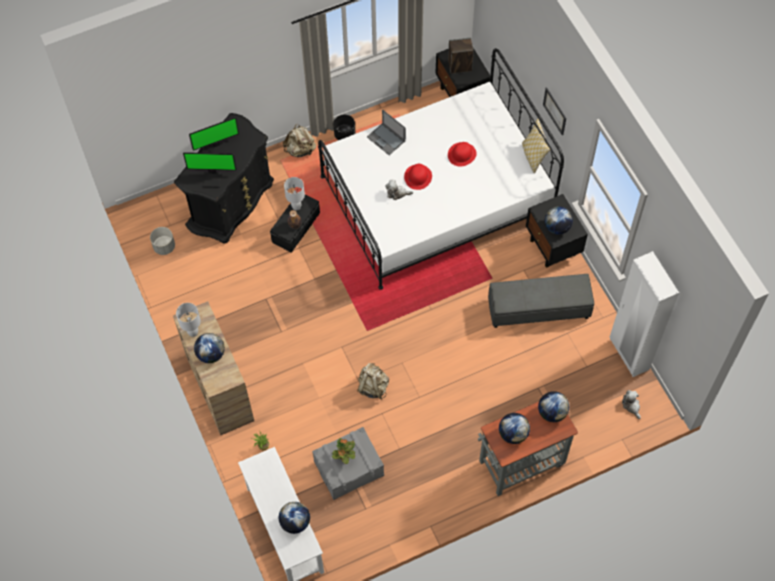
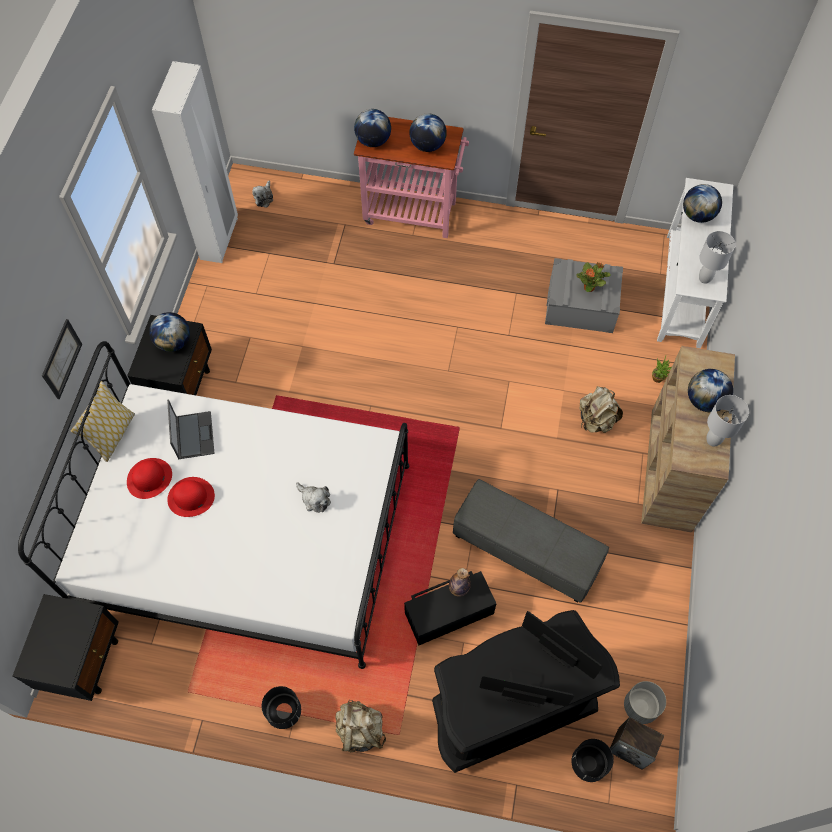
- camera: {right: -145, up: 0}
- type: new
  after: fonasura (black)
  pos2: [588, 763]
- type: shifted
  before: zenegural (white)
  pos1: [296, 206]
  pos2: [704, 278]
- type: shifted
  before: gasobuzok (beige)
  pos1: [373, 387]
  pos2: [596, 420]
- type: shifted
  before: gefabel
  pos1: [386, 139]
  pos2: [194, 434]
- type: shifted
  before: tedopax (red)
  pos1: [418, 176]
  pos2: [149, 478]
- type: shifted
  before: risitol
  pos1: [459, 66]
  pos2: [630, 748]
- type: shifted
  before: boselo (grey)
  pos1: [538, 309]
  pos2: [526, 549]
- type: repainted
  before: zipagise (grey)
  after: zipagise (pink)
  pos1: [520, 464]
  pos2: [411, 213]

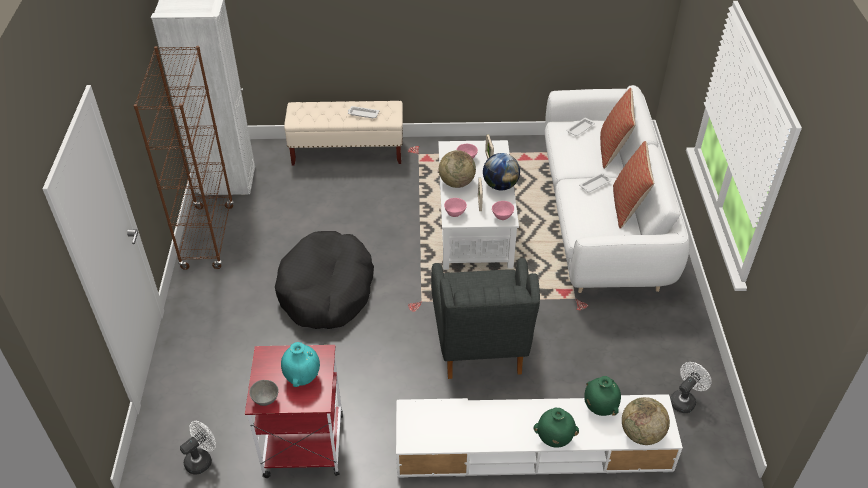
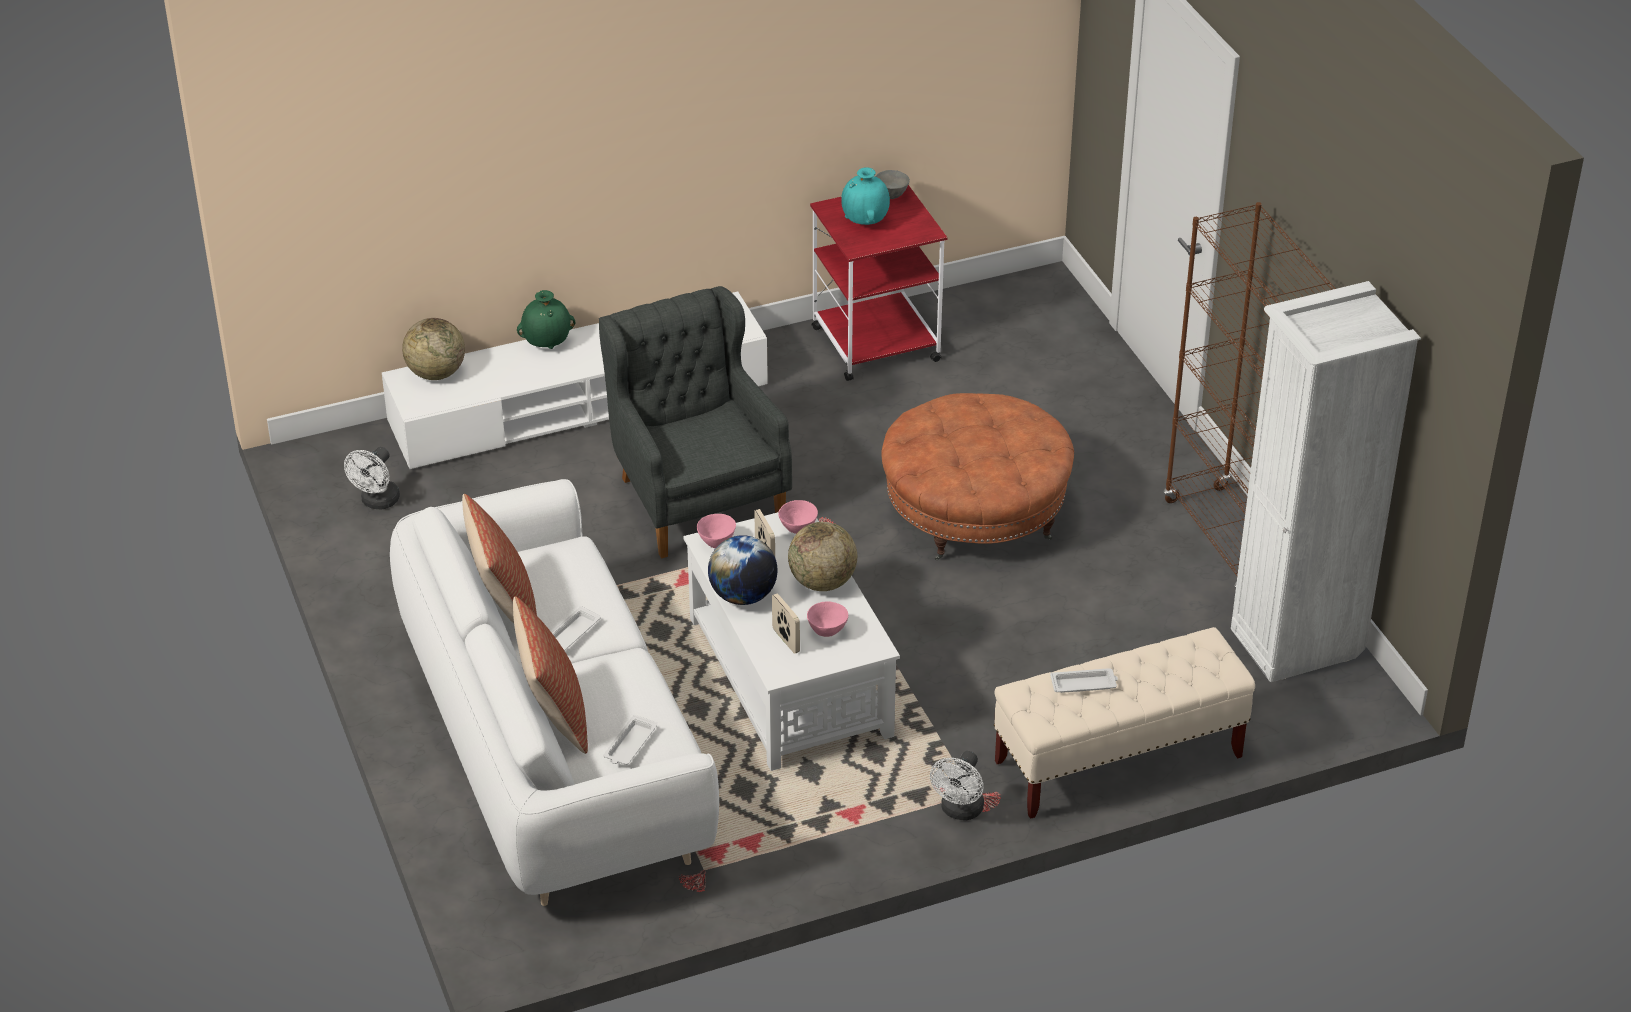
- camera: {right: 160, up: -5}
- type: gone
  before: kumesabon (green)
  pos1: [599, 407]
- type: shifted
  before: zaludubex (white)
  pos1: [202, 459]
  pos2: [959, 811]
- type: swapped
  before: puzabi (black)
  after: boselo (brown)
  pos1: [326, 290]
  pos2: [975, 513]

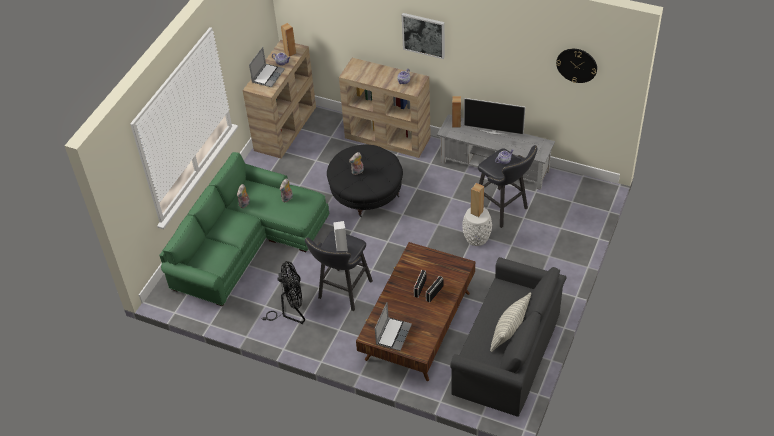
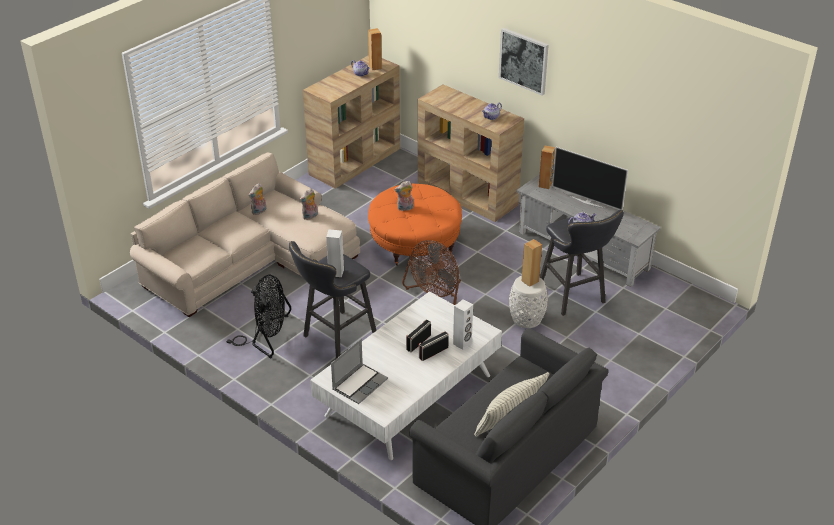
- camera: {right: 15, up: -10}
- type: gone
  before: gefabel
  pos1: [268, 76]
- type: gone
  before: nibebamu
  pos1: [576, 65]
- type: new
  after: zaludubex (brown)
  pos2: [436, 294]
- type: new
  after: risitol (white)
  pos2: [462, 343]
- type: repainted
  before: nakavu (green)
  after: nakavu (beige)
  pos1: [245, 243]
  pos2: [250, 260]
- type: repainted
  before: boselo (black)
  after: boselo (orange)
  pos1: [366, 193]
  pos2: [415, 243]
- type: repainted
  before: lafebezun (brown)
  after: lafebezun (white)
  pos1: [417, 325]
  pos2: [408, 395]

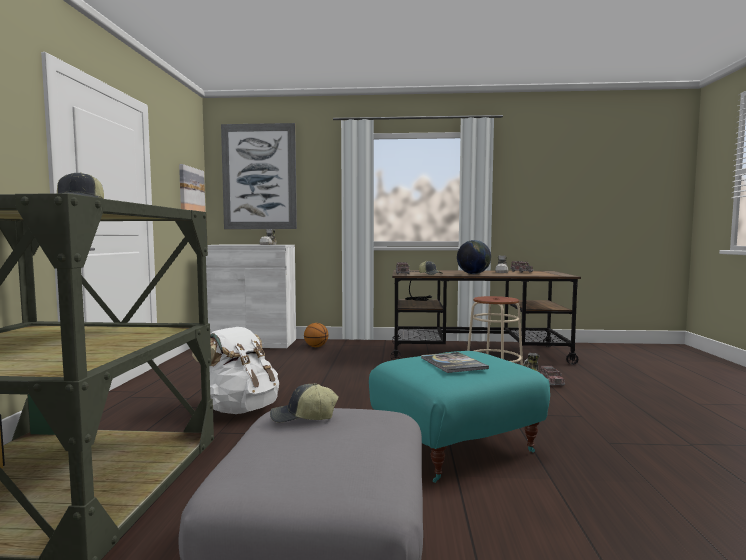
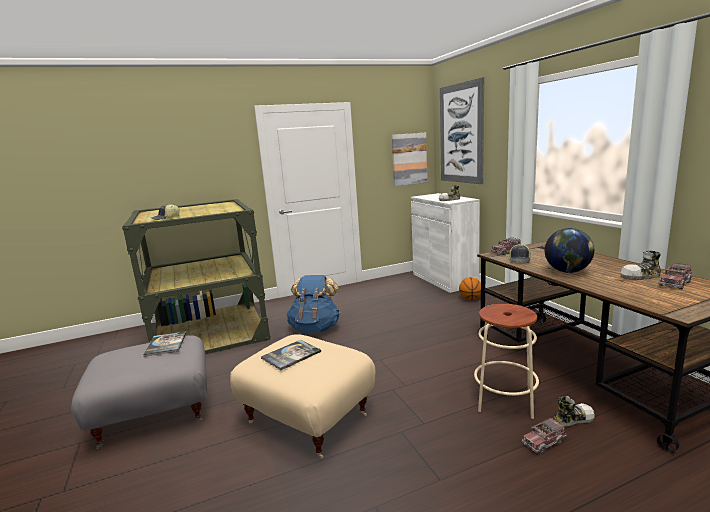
- camera: {right: 65, up: 10}
- type: swapped
  before: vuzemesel
  after: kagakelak
  pos1: [303, 417]
  pos2: [166, 344]
- type: repainted
  before: gasobuzok (white)
  after: gasobuzok (blue)
  pos1: [240, 409]
  pos2: [315, 328]
- type: repainted
  before: boselo (turquoise)
  after: boselo (beige)
  pos1: [455, 446]
  pos2: [309, 418]

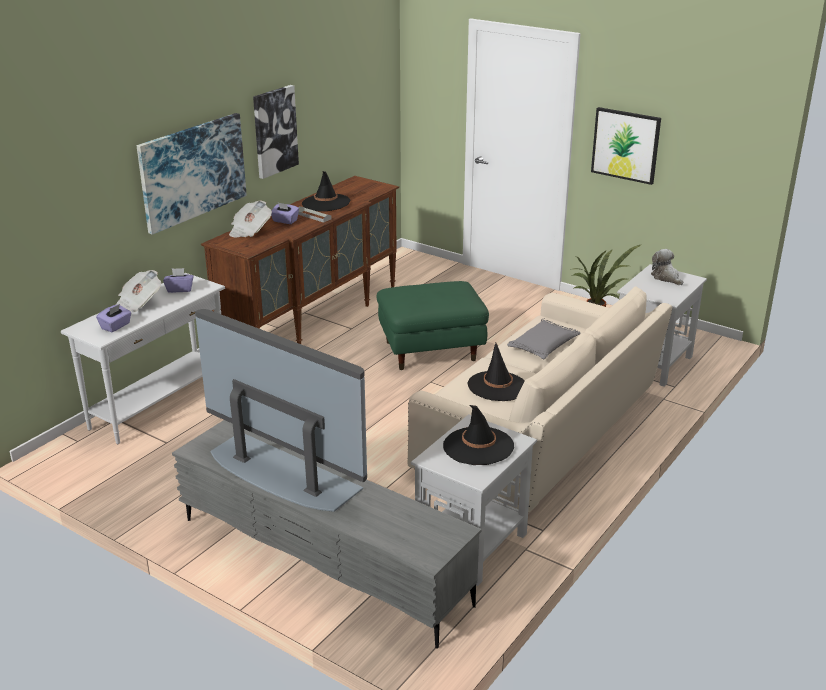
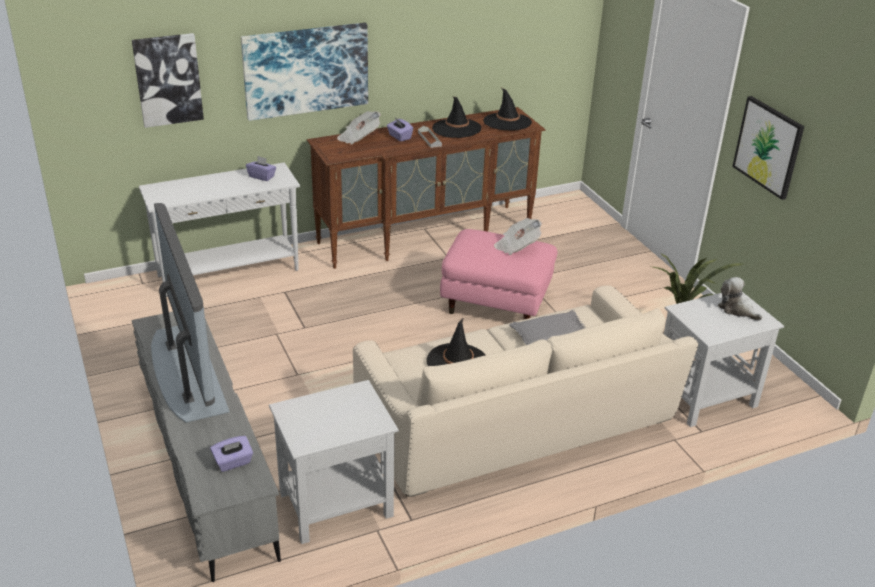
- camera: {right: 30, up: 5}
- type: shifted
  before: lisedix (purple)
  pos1: [116, 326]
  pos2: [233, 462]
- type: shifted
  before: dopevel
  pos1: [138, 303]
  pos2: [517, 247]
- type: shifted
  before: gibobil
  pos1: [274, 131]
  pos2: [168, 79]
- type: shifted
  before: tedopax (black)
  pos1: [478, 446]
  pos2: [507, 122]
- type: repainted
  before: boselo (green)
  after: boselo (pink)
  pos1: [432, 351]
  pos2: [497, 305]
- type: rotated
  before: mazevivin
  pos1: [666, 277]
  pos2: [736, 309]
  turn: -45

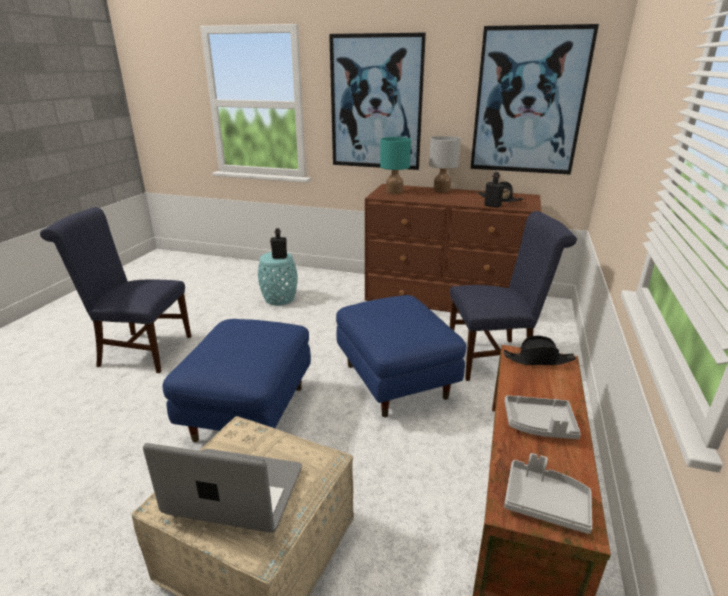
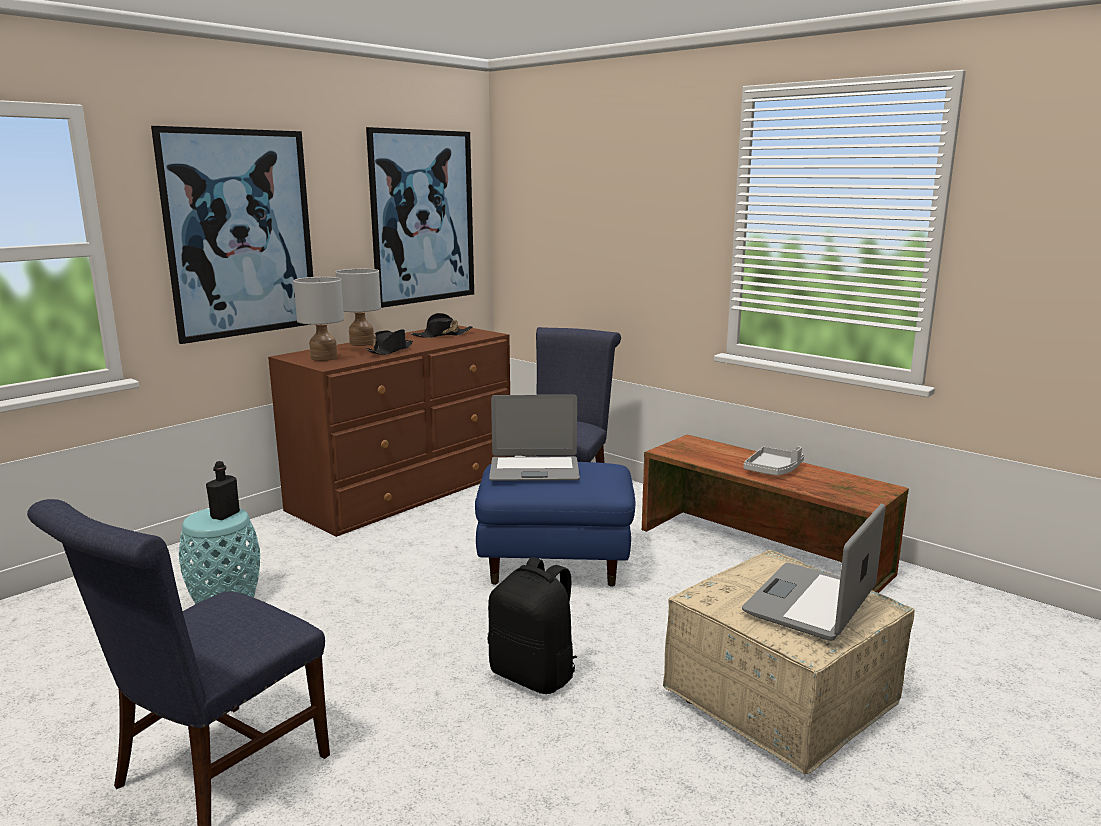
- camera: {right: -65, up: -10}
- type: gone
  before: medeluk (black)
  pos1: [492, 205]
- type: gone
  before: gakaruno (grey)
  pos1: [545, 503]
- type: new
  after: gefabel
  pos2: [534, 470]
- type: shifted
  before: tedopax (black)
  pos1: [538, 359]
  pos2: [390, 350]
- type: swapped
  before: boselo (blue)
  after: gasobuzok (black)
  pos1: [249, 414]
  pos2: [534, 675]
- type: repainted
  before: zenegural (turquoise)
  after: zenegural (grey)
  pos1: [394, 192]
  pos2: [323, 358]

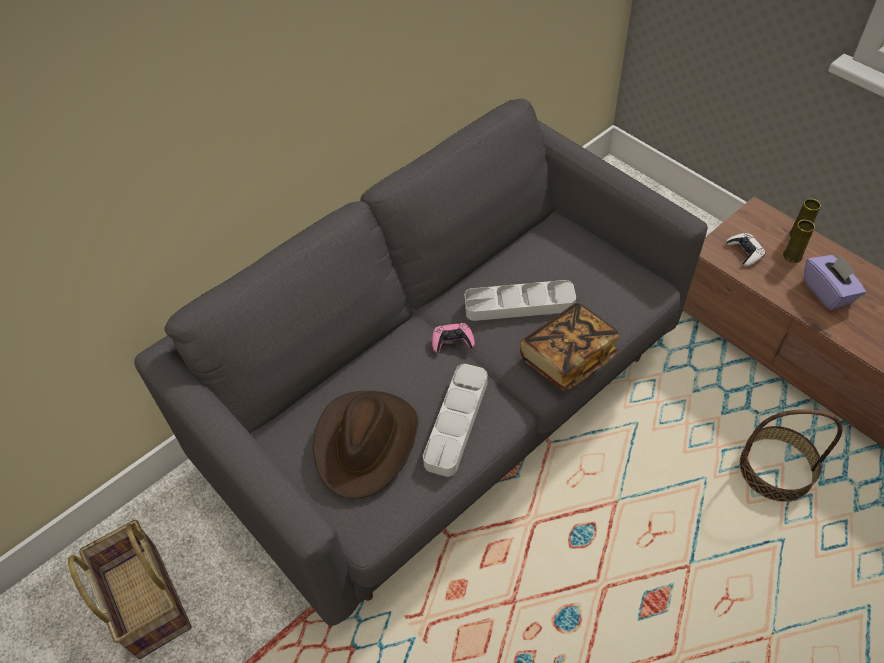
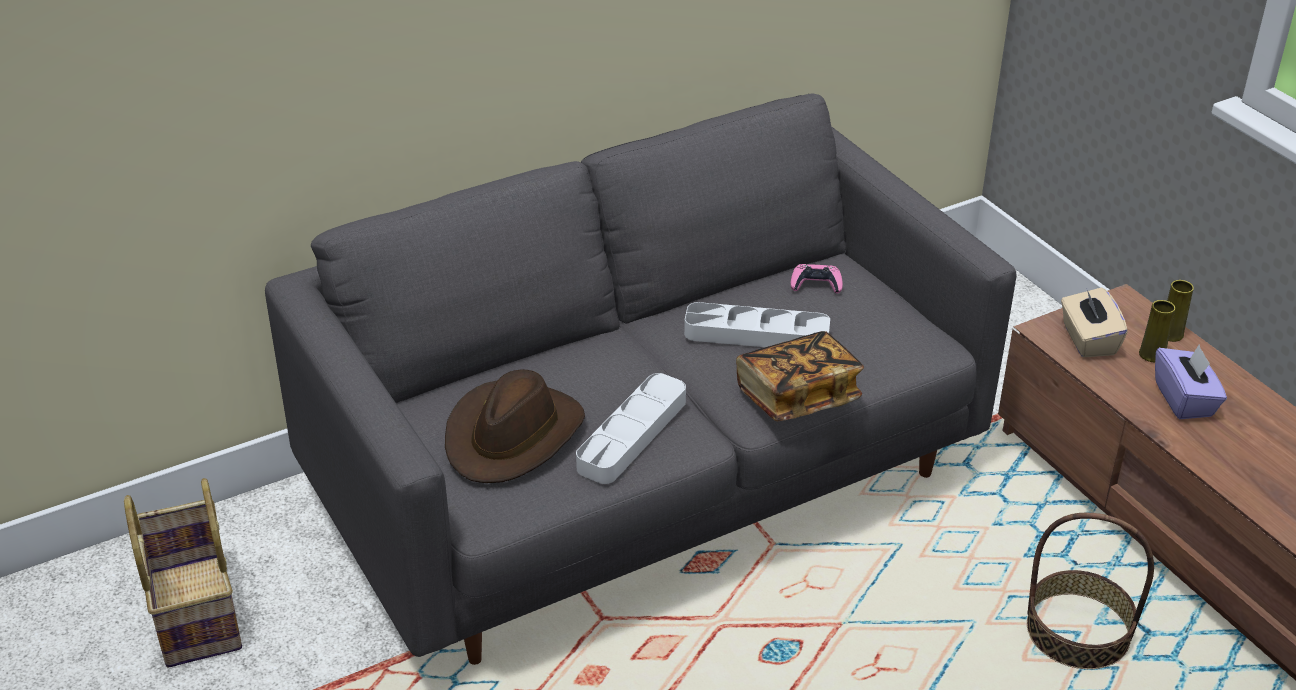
- camera: {right: 10, up: -15}
- type: shifted
  before: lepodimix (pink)
  pos1: [452, 341]
  pos2: [816, 284]
- type: swapped
  before: lepodimix (white)
  after: lisedix (beige)
  pos1: [745, 252]
  pos2: [1088, 340]

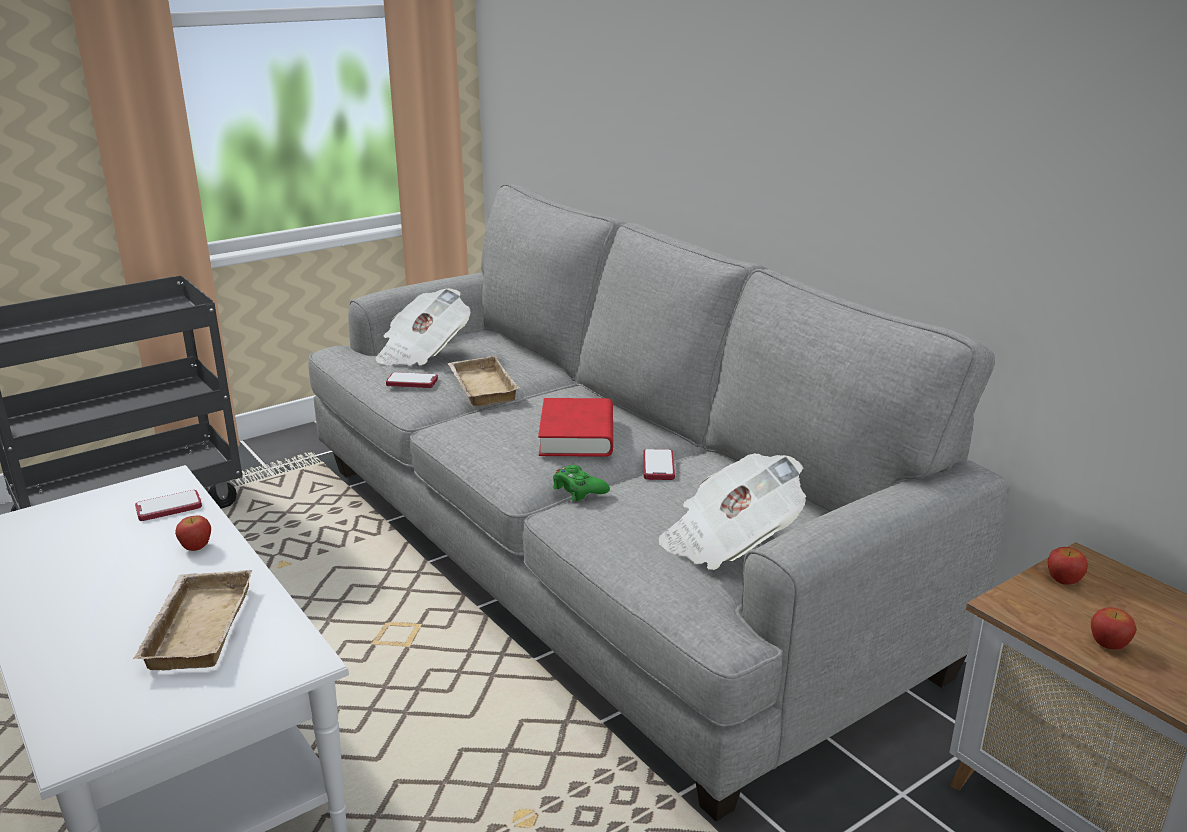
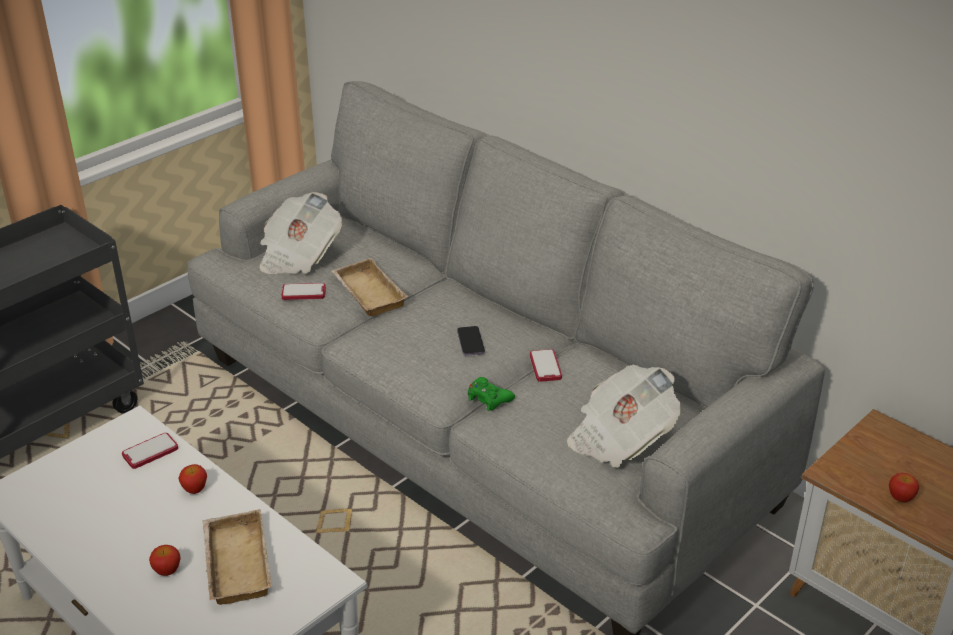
- camera: {right: -10, up: 10}
- type: shifted
  before: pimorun
  pos1: [1063, 580]
  pos2: [167, 570]
- type: swapped
  before: kagakelak (red)
  after: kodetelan
  pos1: [577, 436]
  pos2: [470, 342]

